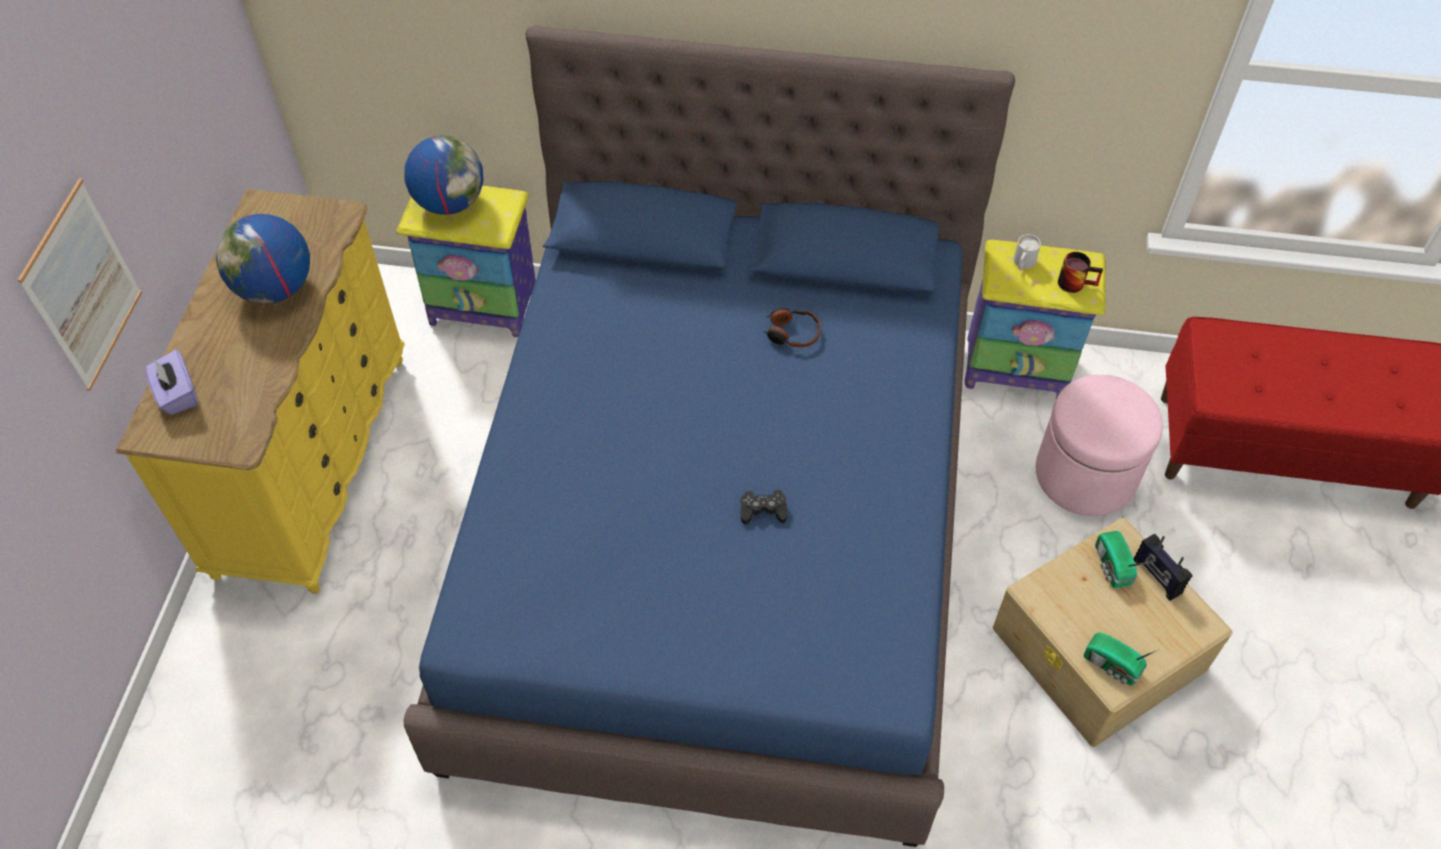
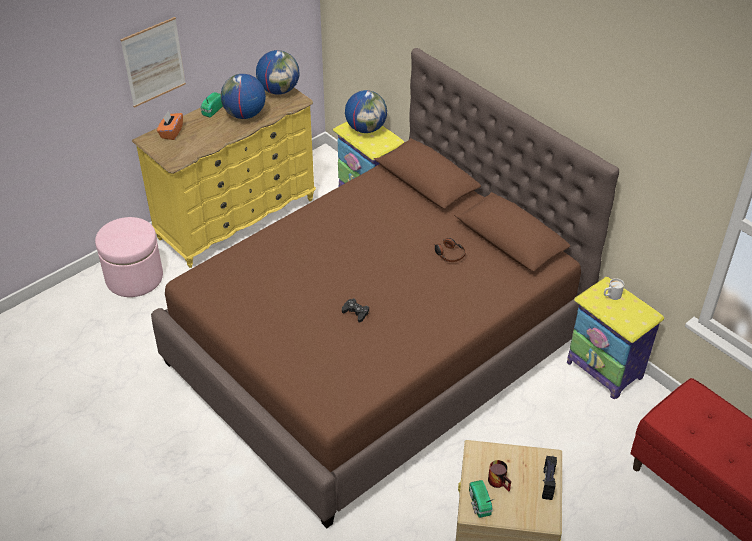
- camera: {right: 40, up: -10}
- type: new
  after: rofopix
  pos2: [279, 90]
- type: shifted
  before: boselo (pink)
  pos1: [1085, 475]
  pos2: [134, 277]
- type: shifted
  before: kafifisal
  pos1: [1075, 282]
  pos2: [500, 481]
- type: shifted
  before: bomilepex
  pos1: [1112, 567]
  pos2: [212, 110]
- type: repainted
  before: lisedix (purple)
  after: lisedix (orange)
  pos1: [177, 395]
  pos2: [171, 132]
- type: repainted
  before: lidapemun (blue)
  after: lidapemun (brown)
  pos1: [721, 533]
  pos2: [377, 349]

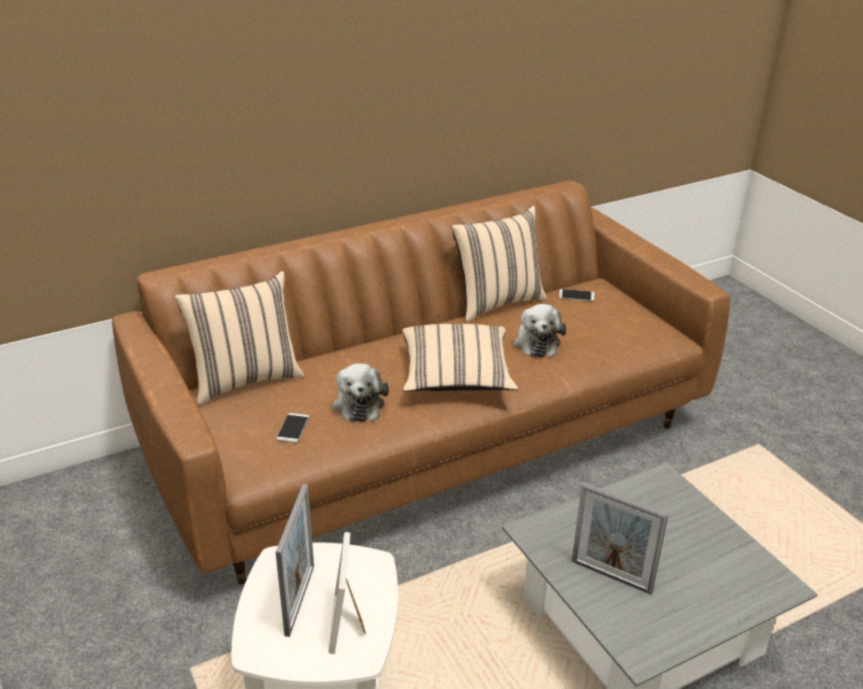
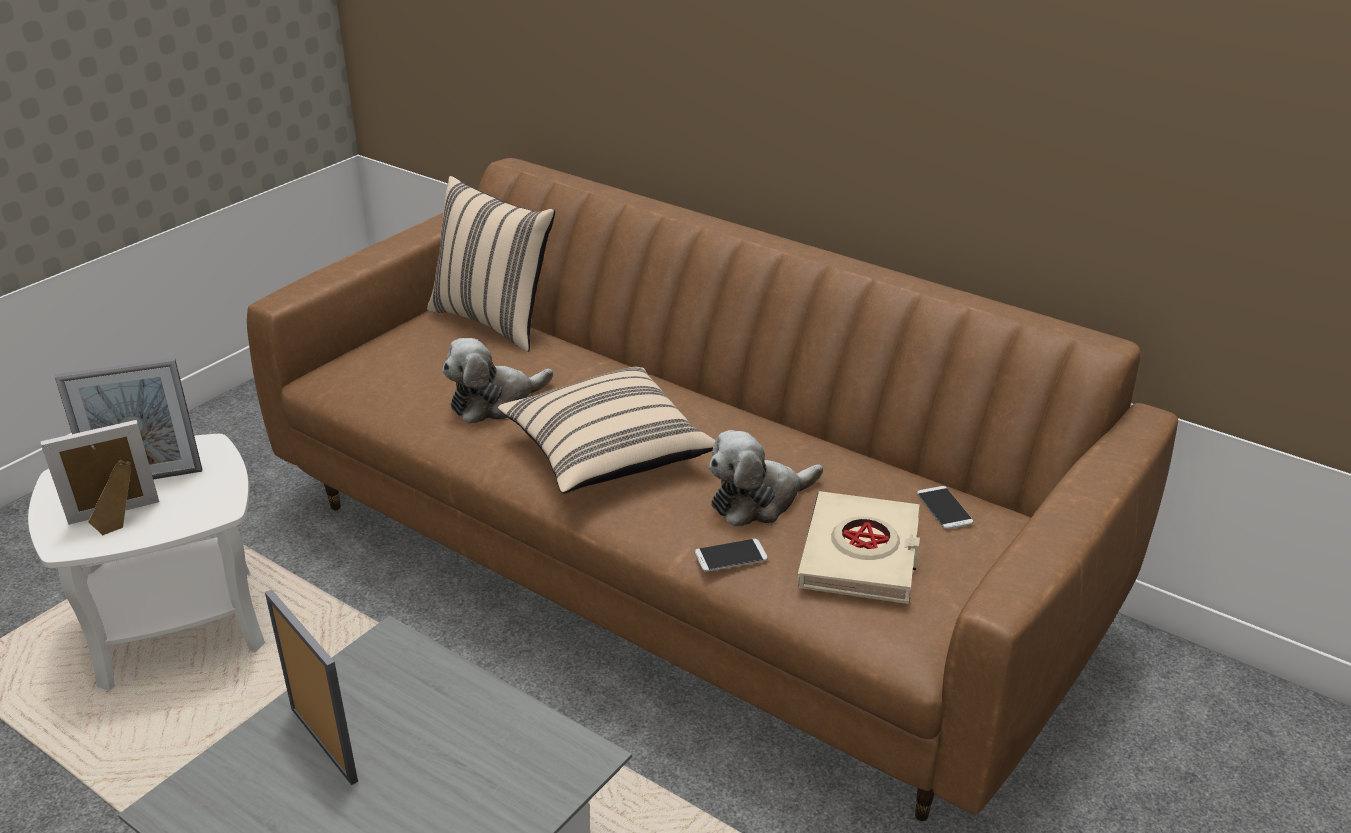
- camera: {right: 65, up: 0}
- type: gone
  before: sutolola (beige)
  pos1: [497, 302]
- type: new
  after: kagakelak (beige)
  pos2: [861, 555]
- type: shifted
  before: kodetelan
  pos1: [293, 428]
  pos2: [730, 556]
- type: rotated
  before: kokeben
  pos1: [611, 576]
  pos2: [323, 744]
  turn: 135

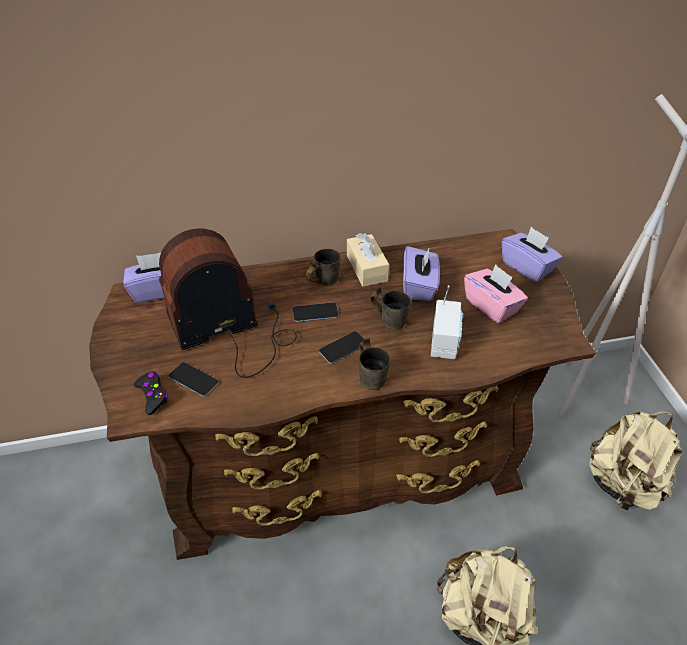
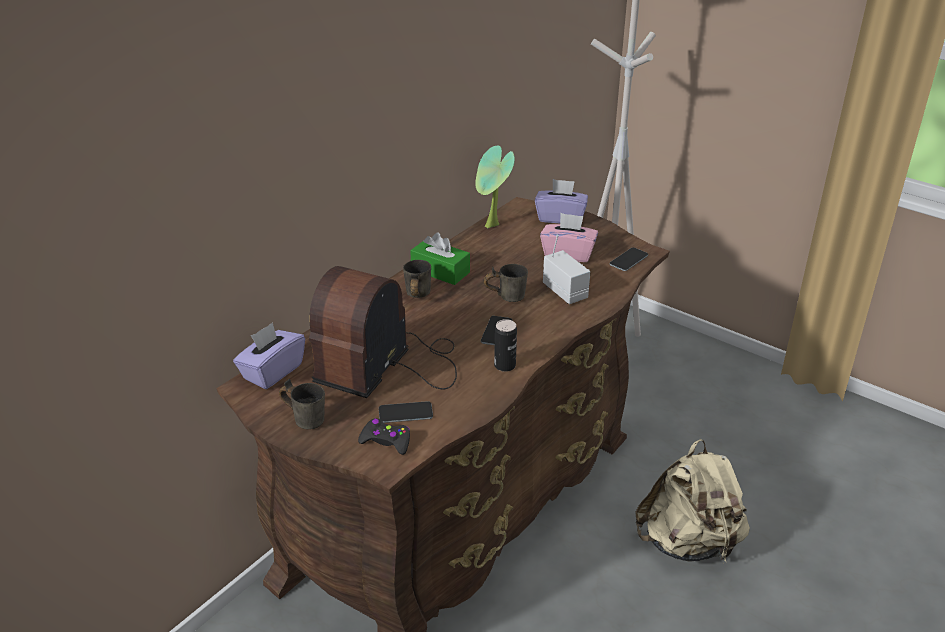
- camera: {right: -40, up: -10}
- type: gone
  before: lisedix (purple)
  pos1: [419, 286]
- type: gone
  before: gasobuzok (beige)
  pos1: [622, 484]
- type: new
  after: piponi
  pos2: [492, 227]
- type: new
  after: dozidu
  pos2: [505, 365]
- type: shifted
  before: kodetelan
  pos1: [315, 312]
  pos2: [628, 260]
- type: shifted
  before: kafifisal (grey)
  pos1: [373, 375]
  pos2: [306, 417]
- type: repainted
  before: lisedix (beige)
  after: lisedix (green)
  pos1: [367, 268]
  pos2: [440, 271]

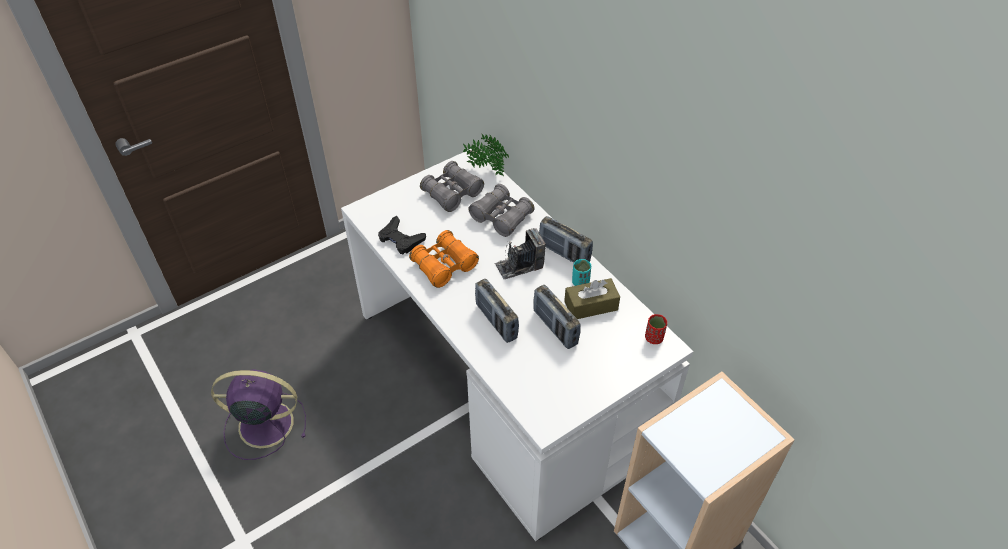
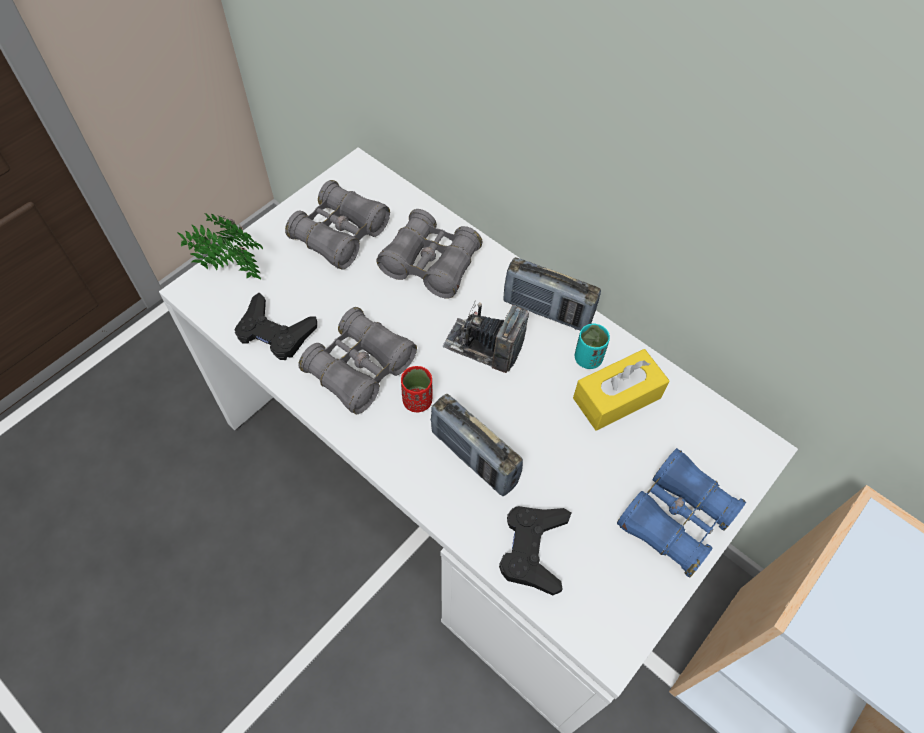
- camera: {right: -15, up: 10}
- type: gone
  before: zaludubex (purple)
  pos1: [263, 424]
- type: gone
  before: bomilepex
  pos1: [555, 327]
- type: new
  after: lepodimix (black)
  pos2: [533, 549]
- type: new
  after: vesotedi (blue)
  pos2: [675, 518]
- type: shifted
  before: piponi
  pos1: [486, 169]
  pos2: [230, 268]
- type: shifted
  before: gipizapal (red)
  pos1: [654, 338]
  pos2: [417, 401]
- type: repainted
  before: vesotedi (orange)
  after: vesotedi (grey)
  pos1: [444, 265]
  pos2: [360, 368]
- type: repainted
  before: lisedix (brown)
  after: lisedix (yellow)
  pos1: [591, 305]
  pos2: [617, 398]
- type: rotated
  before: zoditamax
  pos1: [519, 265]
  pos2: [483, 346]
  turn: 60

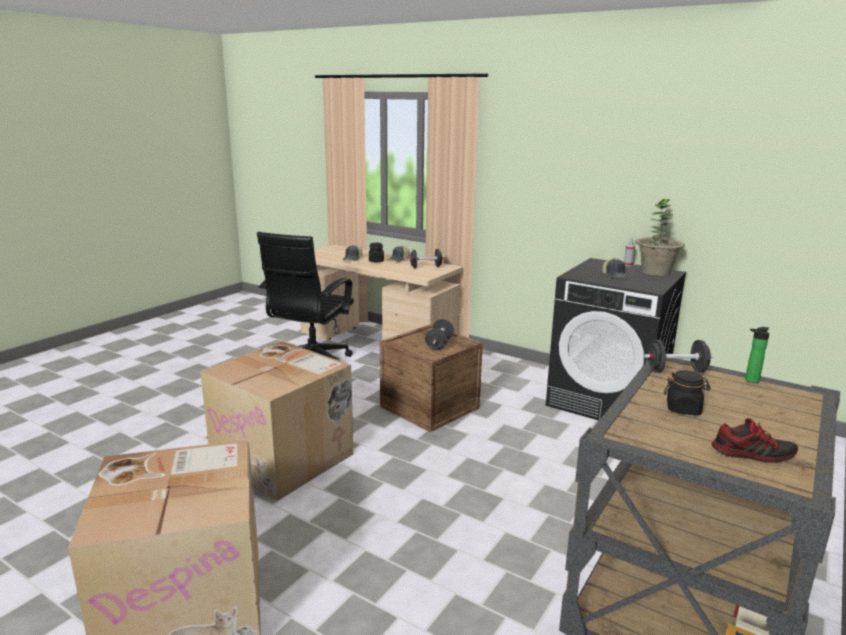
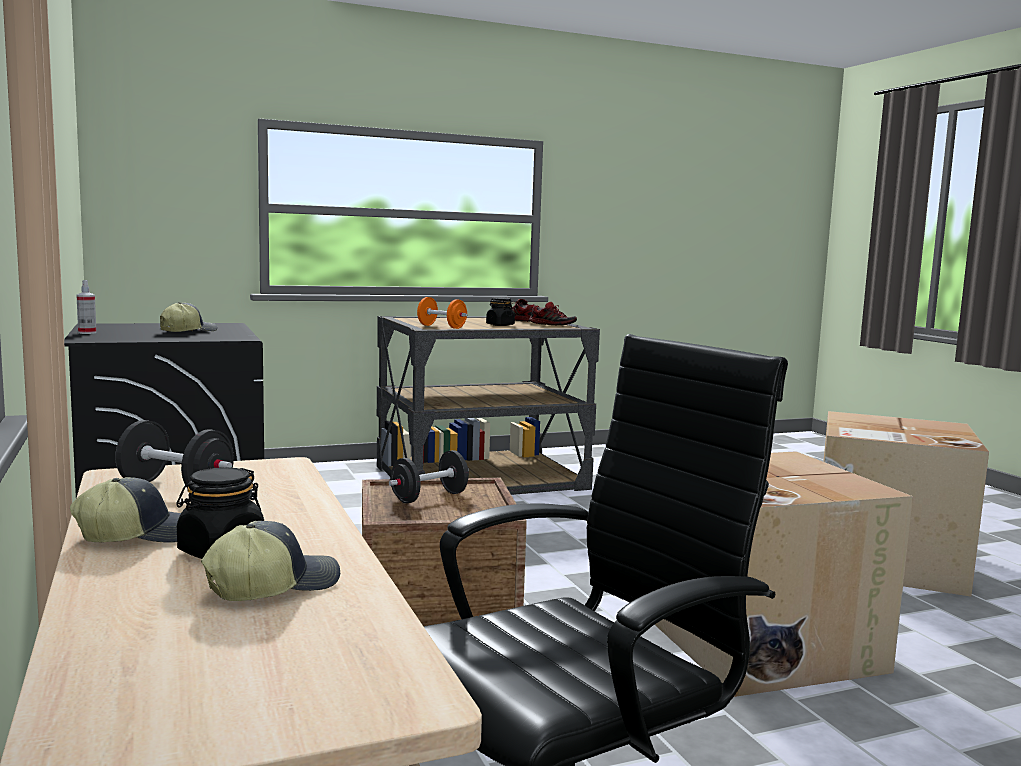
- camera: {right: -145, up: -10}
- type: gone
  before: piponi
  pos1: [655, 272]
- type: gone
  before: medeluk
  pos1: [750, 380]
- type: new
  after: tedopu
  pos2: [552, 324]
- type: repainted
  before: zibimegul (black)
  after: zibimegul (orange)
  pos1: [676, 371]
  pos2: [441, 327]

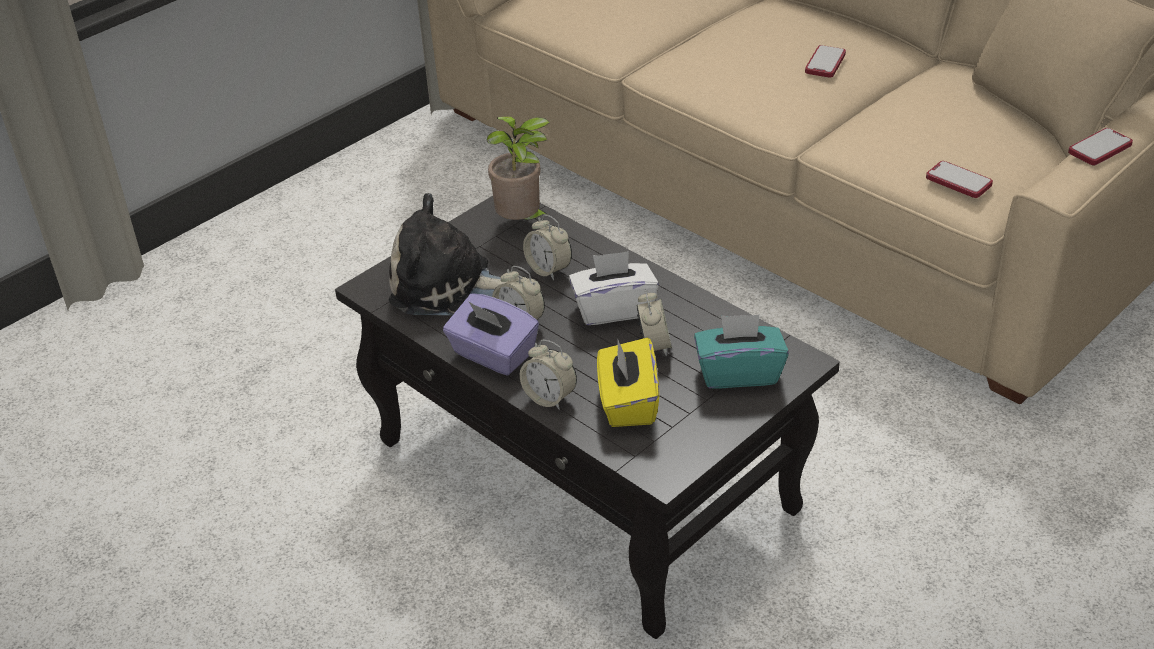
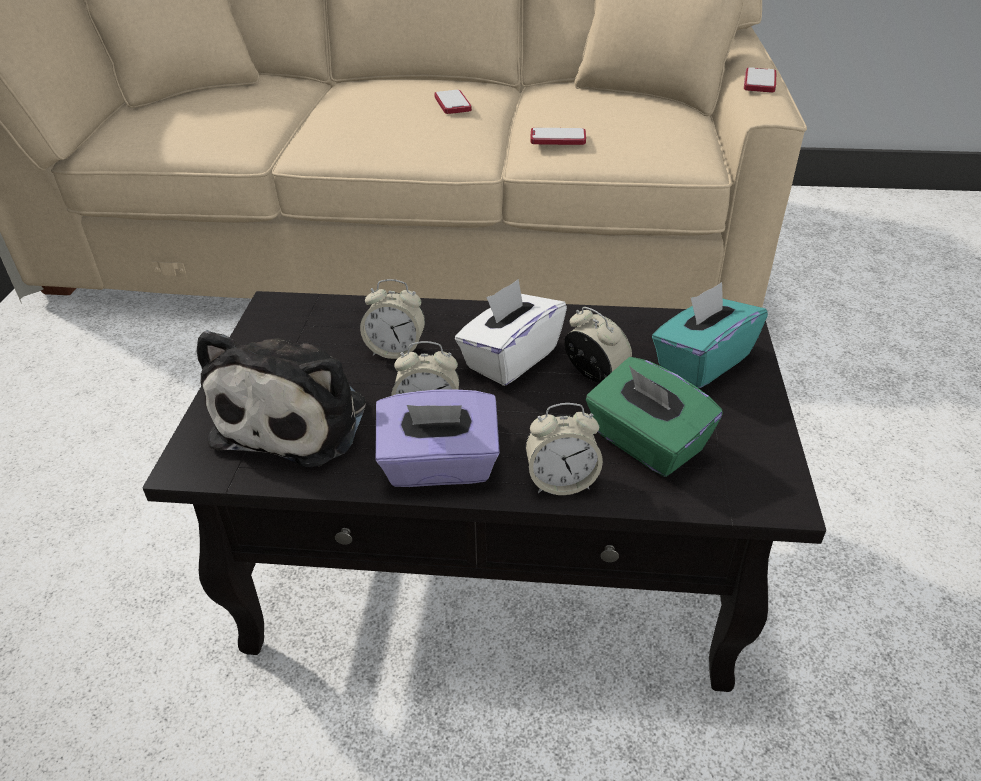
- camera: {right: -40, up: 0}
- type: gone
  before: piponi
  pos1: [522, 223]
- type: shifted
  before: kodetelan
  pos1: [958, 181]
  pos2: [558, 138]
- type: repainted
  before: lisedix (yellow)
  after: lisedix (green)
  pos1: [627, 403]
  pos2: [646, 443]
- type: rotated
  before: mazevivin
  pos1: [447, 286]
  pos2: [297, 417]
  turn: -45

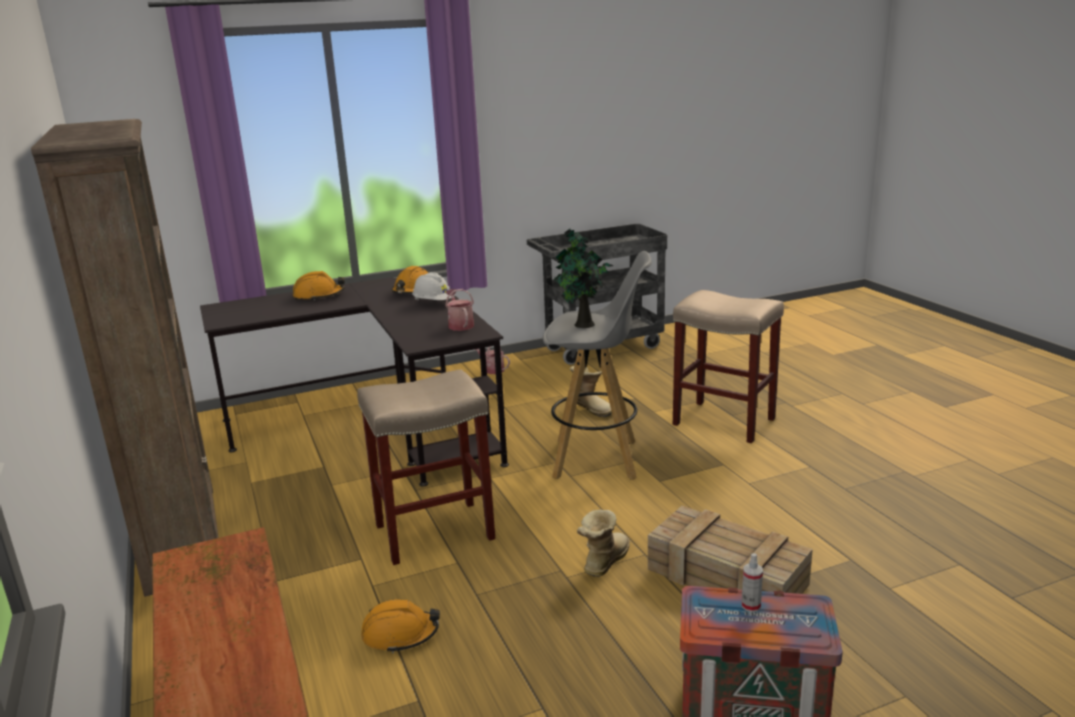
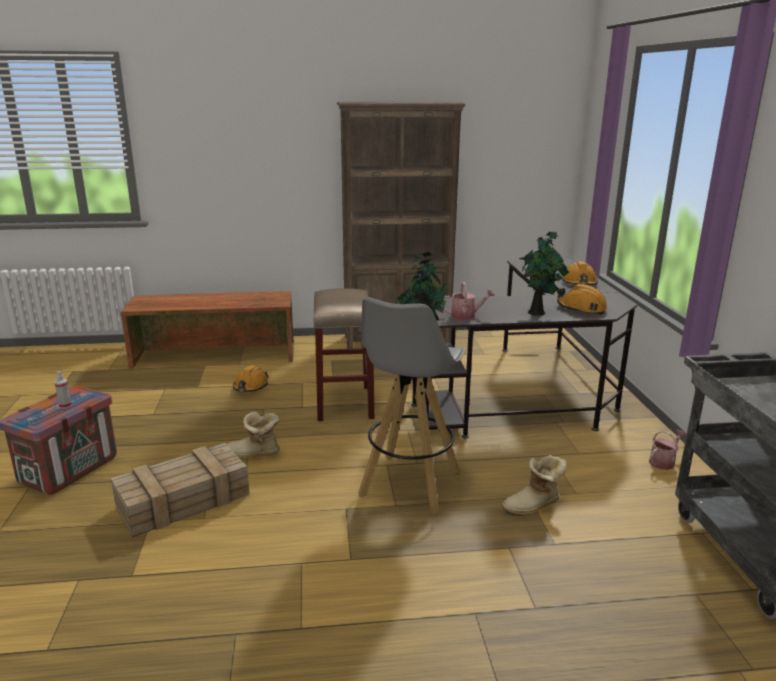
- camera: {right: 105, up: 0}
- type: gone
  before: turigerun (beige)
  pos1: [725, 421]
- type: swapped
  before: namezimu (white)
  after: piponi
  pos1: [434, 303]
  pos2: [538, 312]
- type: rotated
  before: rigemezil
  pos1: [603, 561]
  pos2: [253, 454]
  turn: 135

